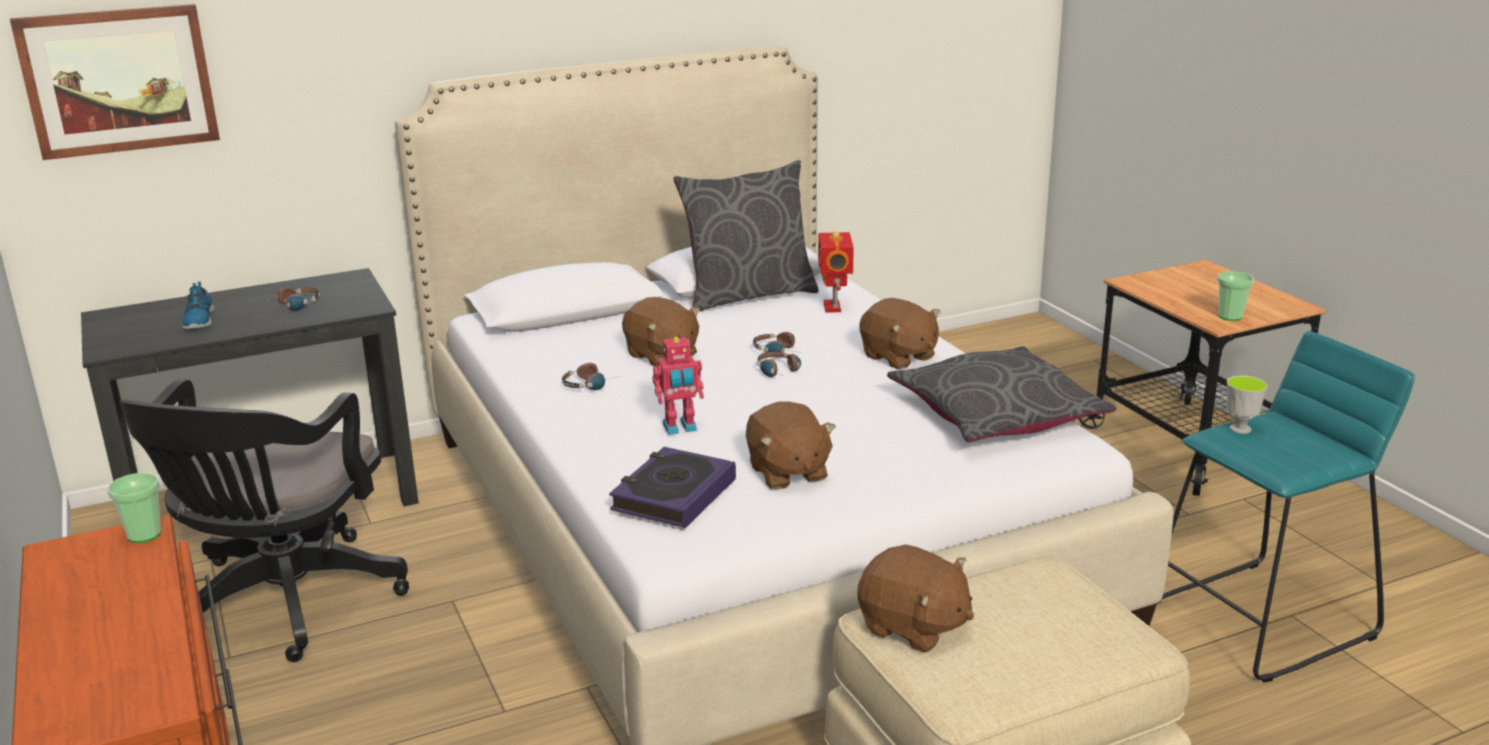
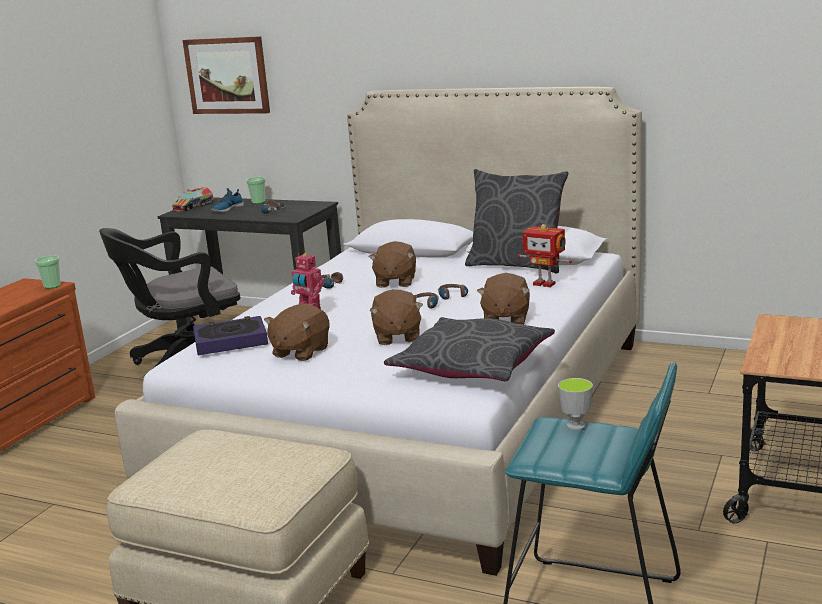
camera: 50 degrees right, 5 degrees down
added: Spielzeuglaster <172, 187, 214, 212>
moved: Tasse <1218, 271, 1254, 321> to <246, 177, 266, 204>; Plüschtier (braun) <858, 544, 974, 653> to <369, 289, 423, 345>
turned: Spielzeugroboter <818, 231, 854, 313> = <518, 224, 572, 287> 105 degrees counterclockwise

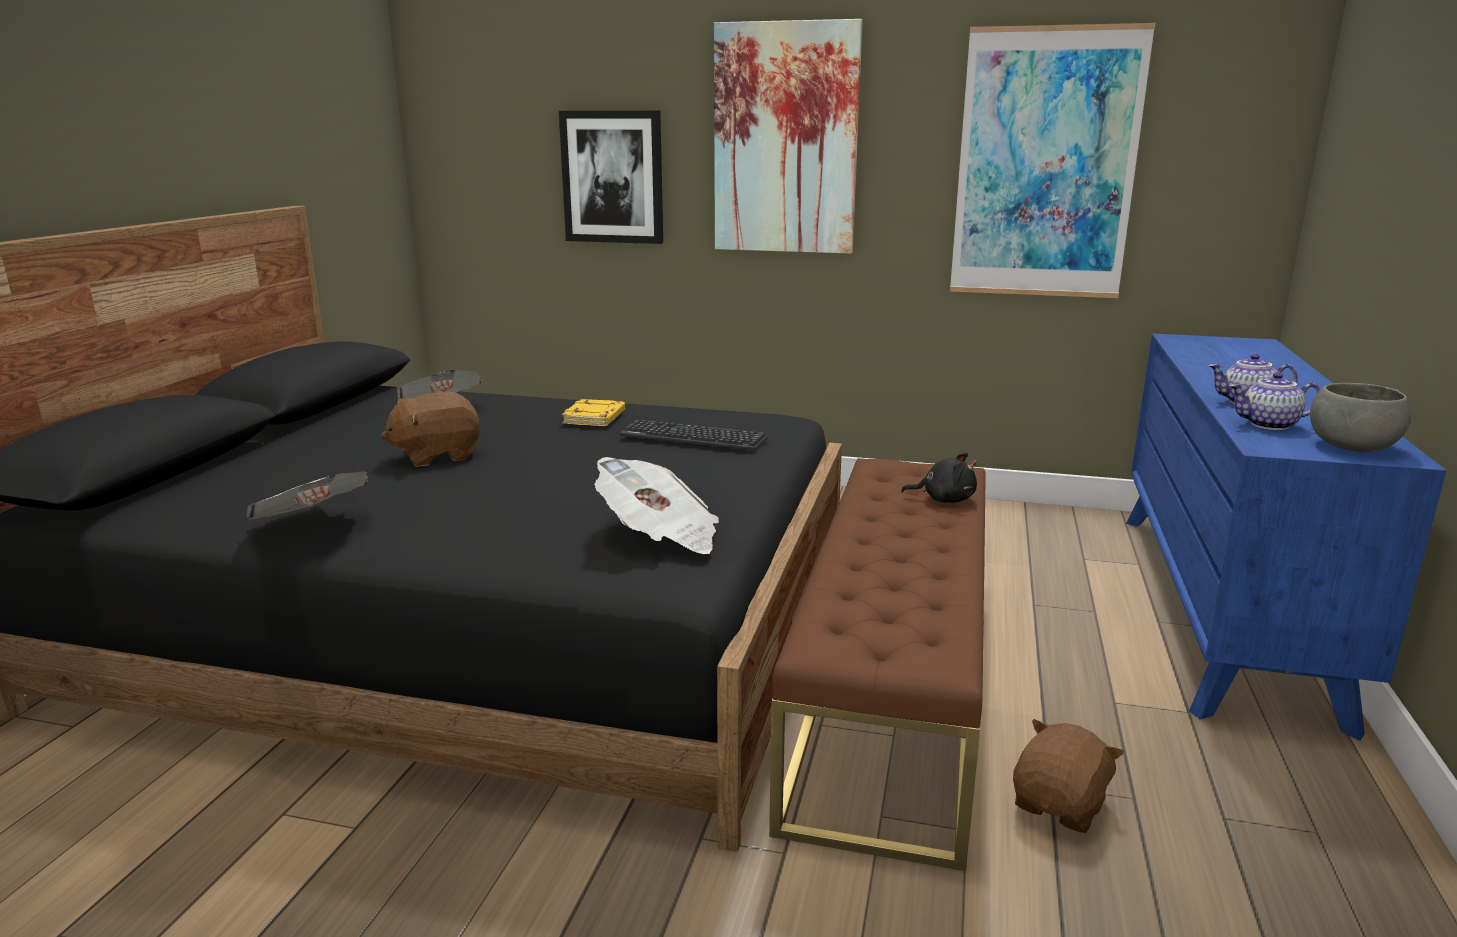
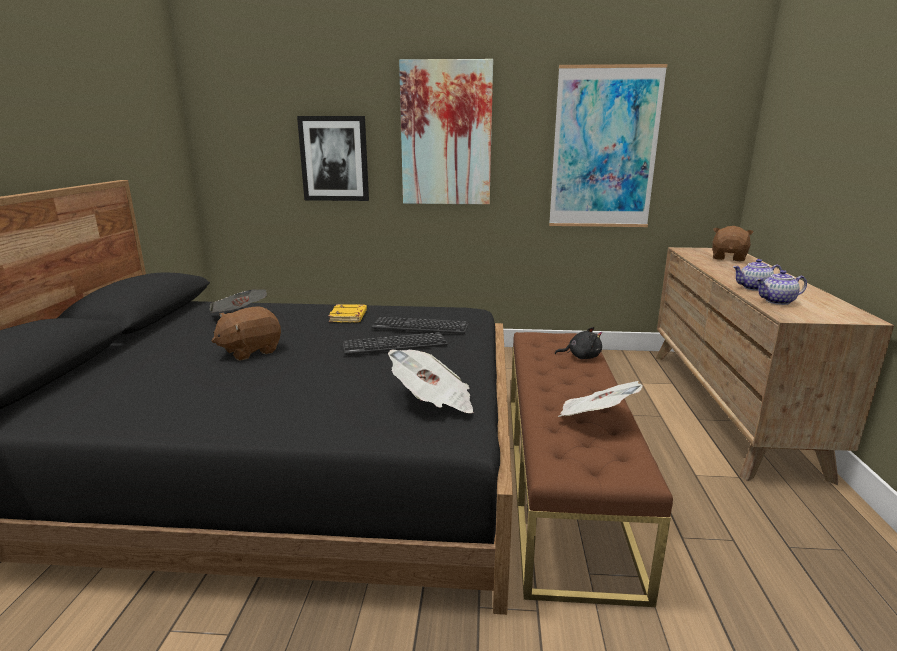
camera: 10 degrees left, 0 degrees up
removed: Schüssel (grau) <1310, 383, 1411, 452>
added: Tastatur <342, 332, 448, 355>
moved: Zeitung <246, 472, 369, 520> to <558, 381, 643, 417>; Plüschtier (braun) <1013, 719, 1124, 833> to <712, 226, 753, 261>
recoloured: Kommode (blau) <1126, 334, 1447, 741> to Kommode (braun) <655, 247, 894, 485>

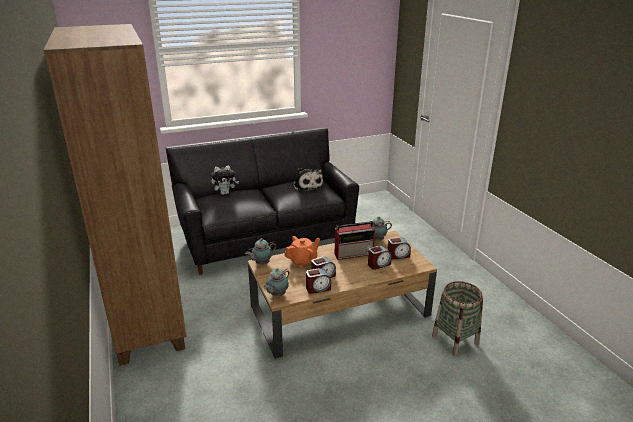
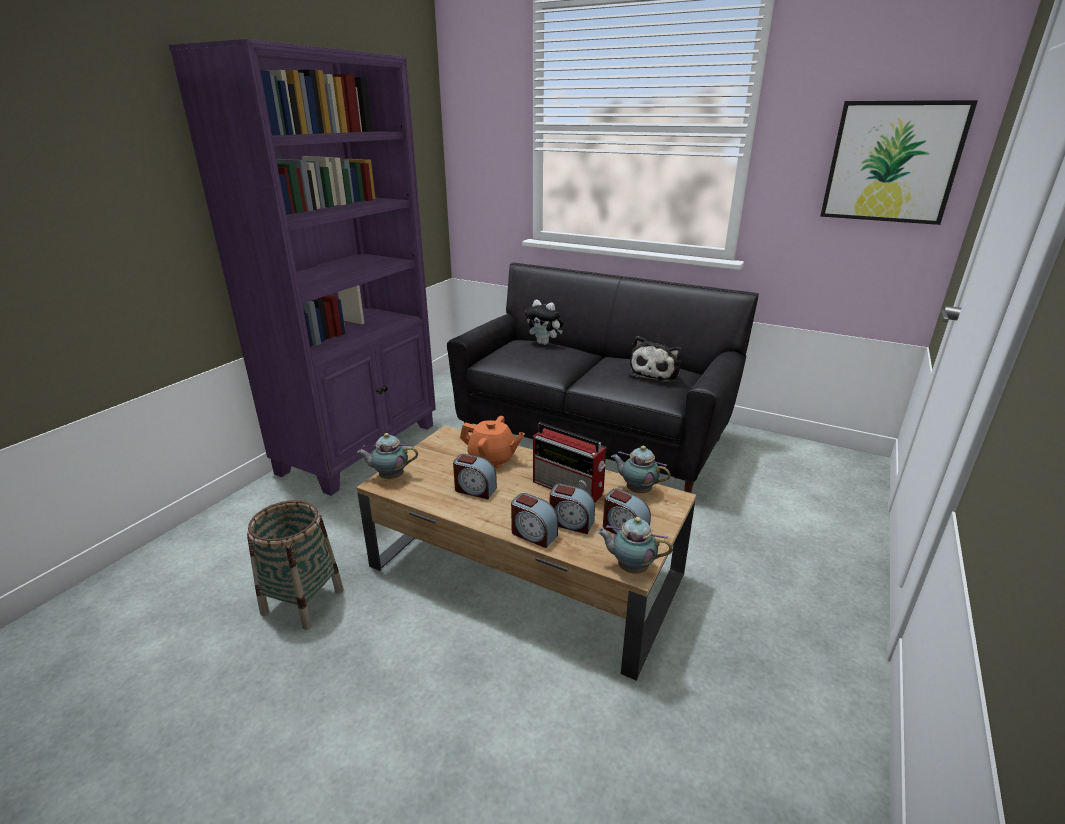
camera: 50 degrees right, 0 degrees up
added: Bild <820, 100, 978, 225>
moved: Teekanne <245, 238, 277, 265> to <597, 517, 673, 573>; Wecker <306, 268, 331, 294> to <511, 493, 558, 548>; Korb <432, 281, 483, 356> to <247, 500, 344, 630>
recoloured: Bücherregal (braun) <43, 24, 187, 366> to Bücherregal (lila) <169, 39, 436, 496>

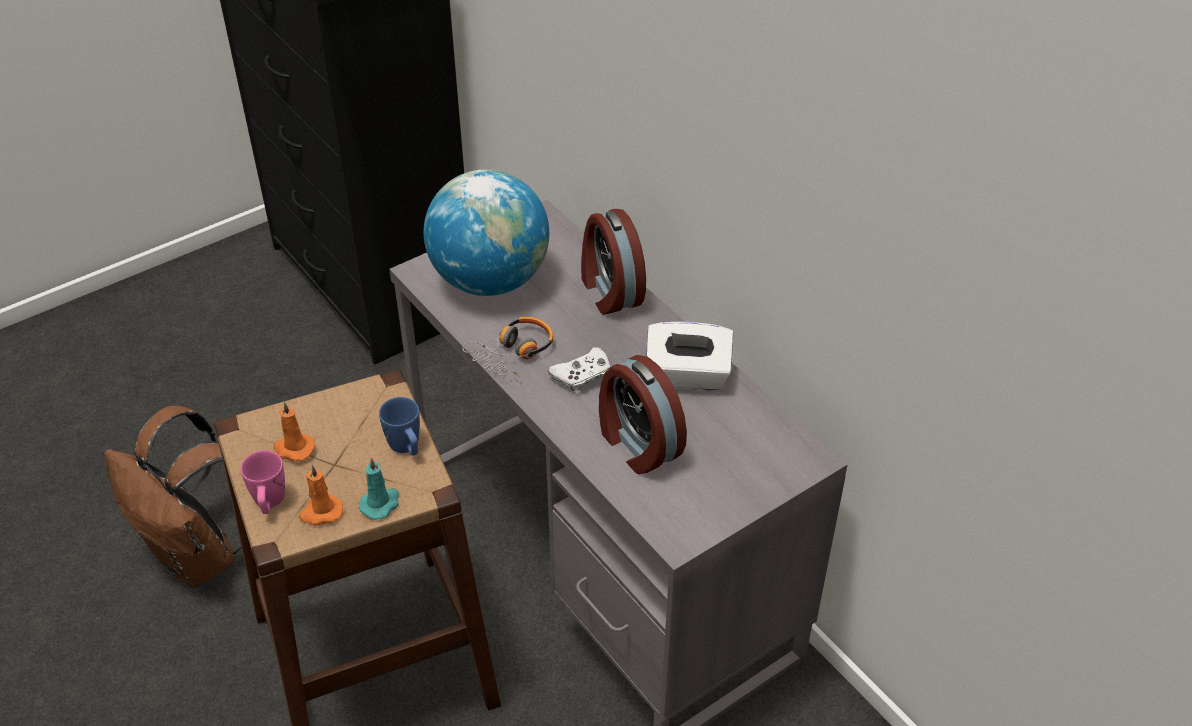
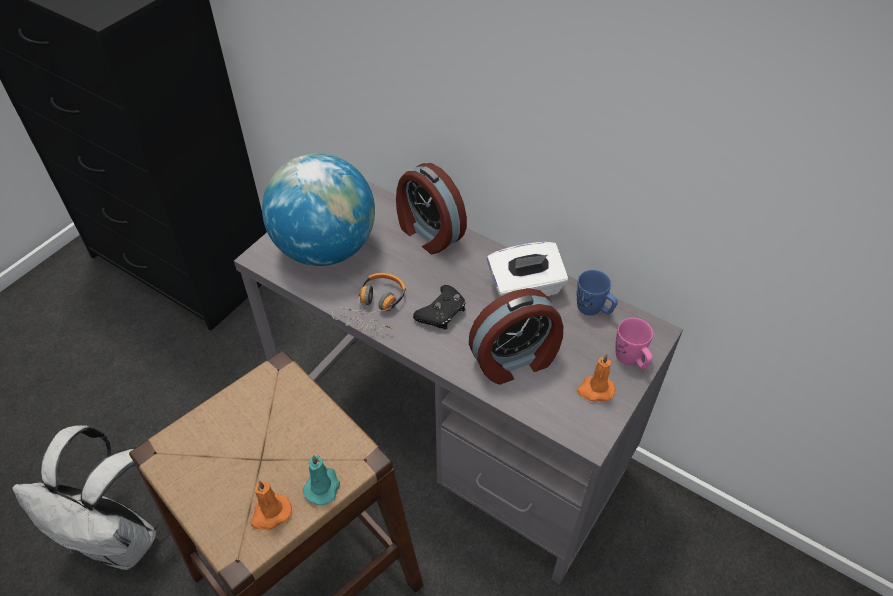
camera: 20 degrees left, 5 degrees up
moved: Henkelbecher (blau) <379, 397, 420, 456> to <577, 270, 618, 315>; Kerze (orange) <274, 402, 315, 462> to <577, 353, 615, 402>; Henkelbecher (rosa) <241, 450, 285, 514> to <616, 318, 653, 369>
recoloured: Gamepad (weiß) <548, 347, 610, 393> to Gamepad (schwarz) <413, 285, 466, 330>; Rucksack (braun) <105, 406, 241, 587> to Rucksack (weiß) <12, 425, 163, 570>
turned: Wecker <599, 355, 687, 474> = <469, 288, 563, 385> 60 degrees counterclockwise

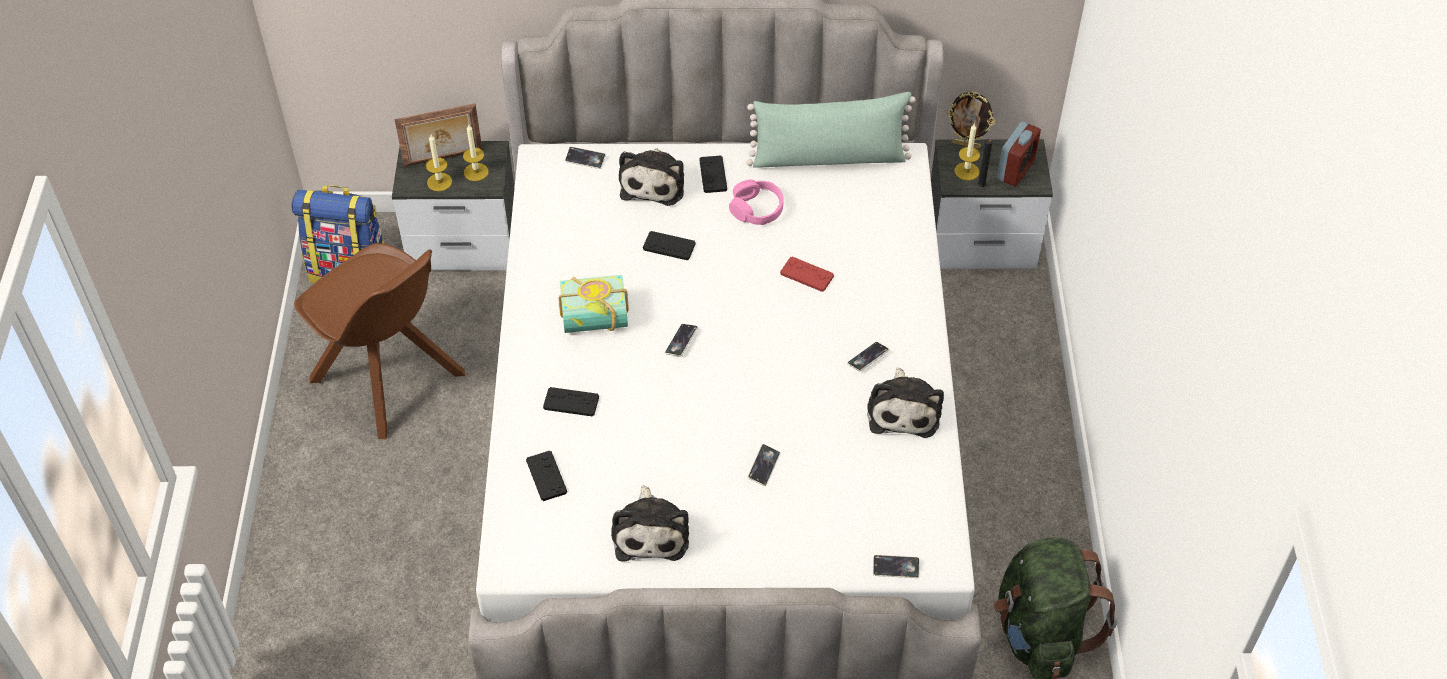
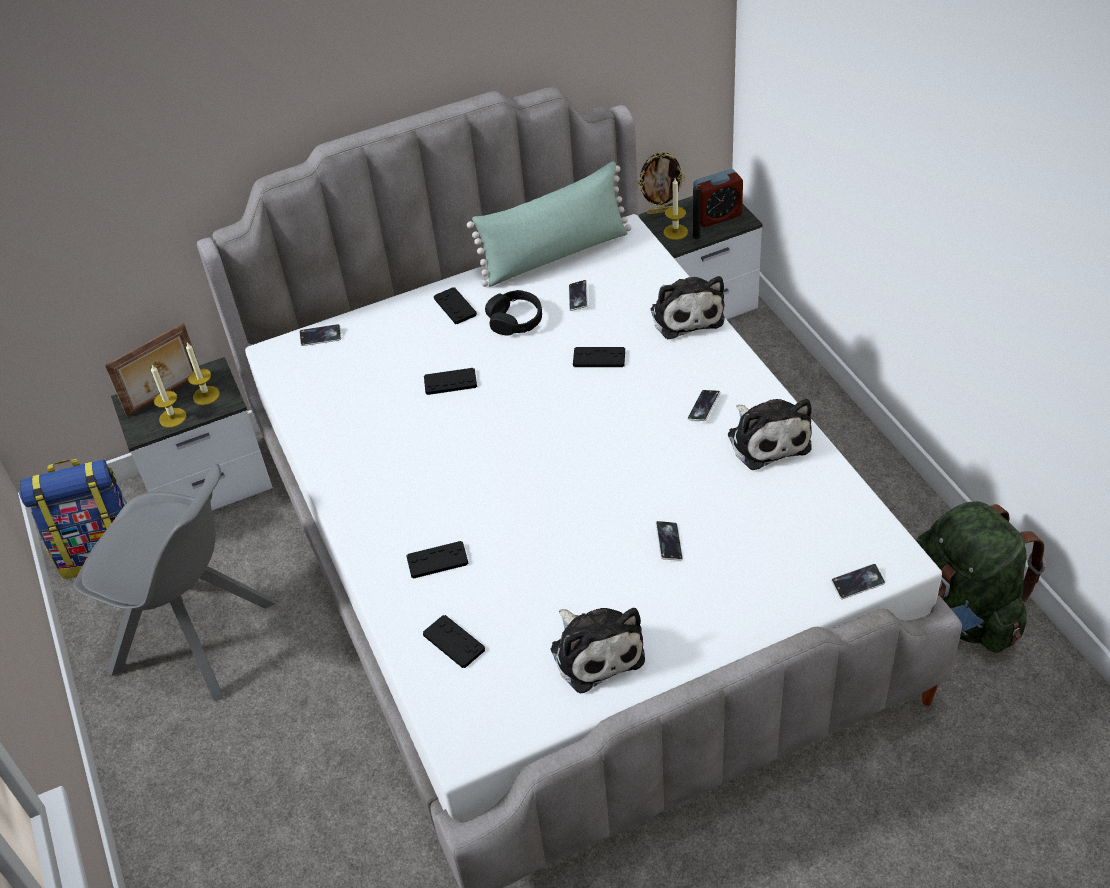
camera: 20 degrees left, 5 degrees down
removed: Buch <558, 275, 629, 333>
moved: Plüschtier <619, 148, 684, 206> to <650, 276, 725, 339>; Handy <665, 324, 698, 357> to <569, 280, 588, 311>
recoloured: Kopfhörer (rosa) <729, 180, 783, 225> to Kopfhörer (schwarz) <485, 290, 542, 336>; Stuhl (braun) <294, 243, 465, 439> to Stuhl (grau) <73, 464, 275, 701>; Gamepad (rot) <780, 257, 834, 292> to Gamepad (schwarz) <573, 347, 625, 367>
turned: Wecker <997, 122, 1041, 187> = <693, 169, 743, 227> 60 degrees clockwise

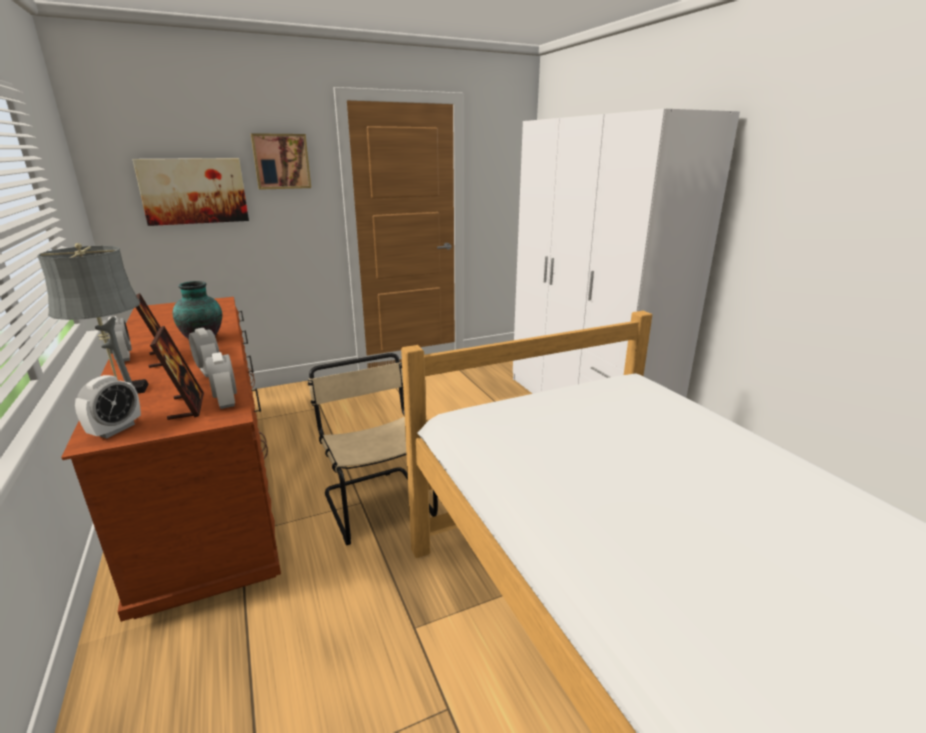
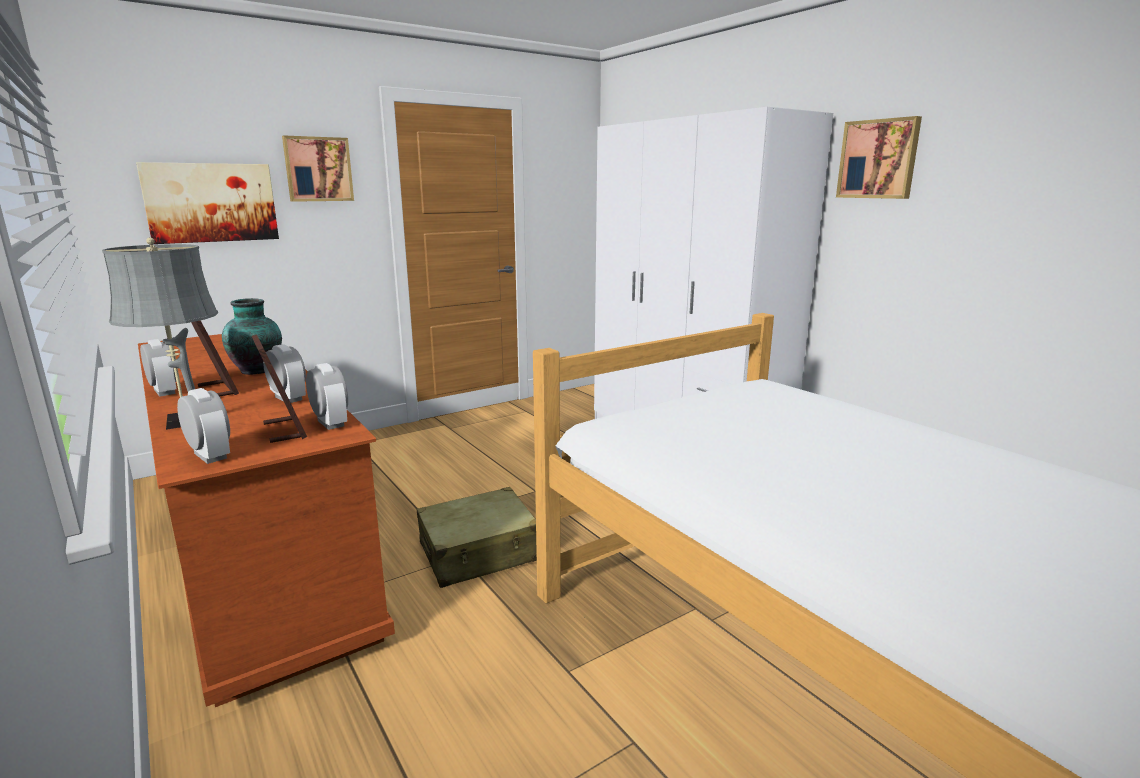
camera: 10 degrees left, 5 degrees down
added: Bild <836, 116, 922, 199>
replaced: Stuhl (beige) <308, 353, 438, 545> to Koffer (beige) <417, 487, 537, 588>
turned: Wecker <75, 375, 141, 438> = <177, 388, 230, 464> 60 degrees counterclockwise

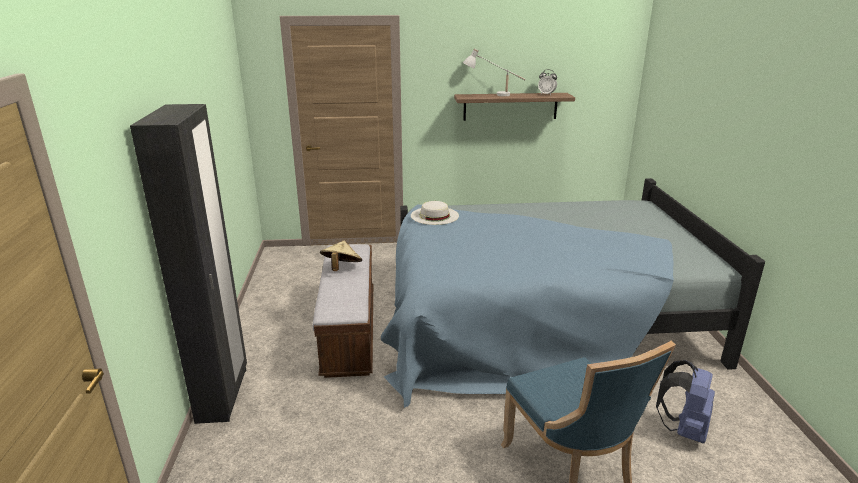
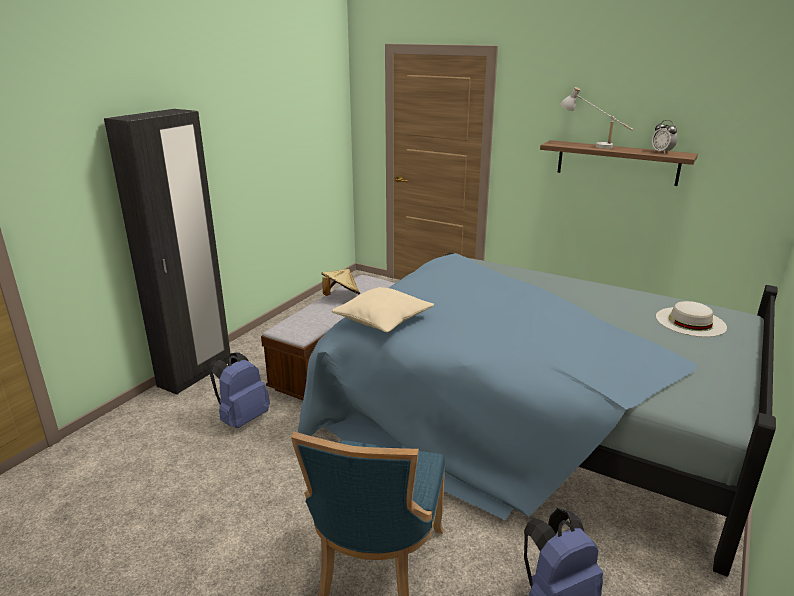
camera: 35 degrees right, 0 degrees up
added: Kissen (beige) <332, 287, 434, 332>; Rucksack (blau) <210, 353, 270, 428>
moved: Hut (weiß) <411, 201, 459, 225> to <656, 301, 727, 337>

